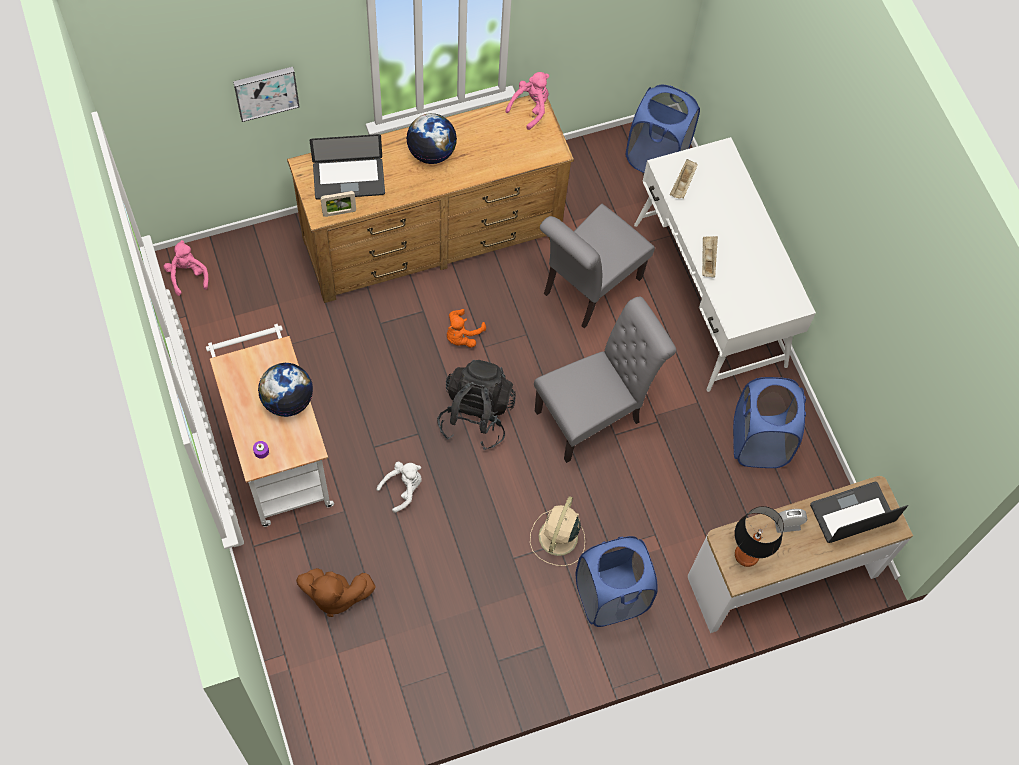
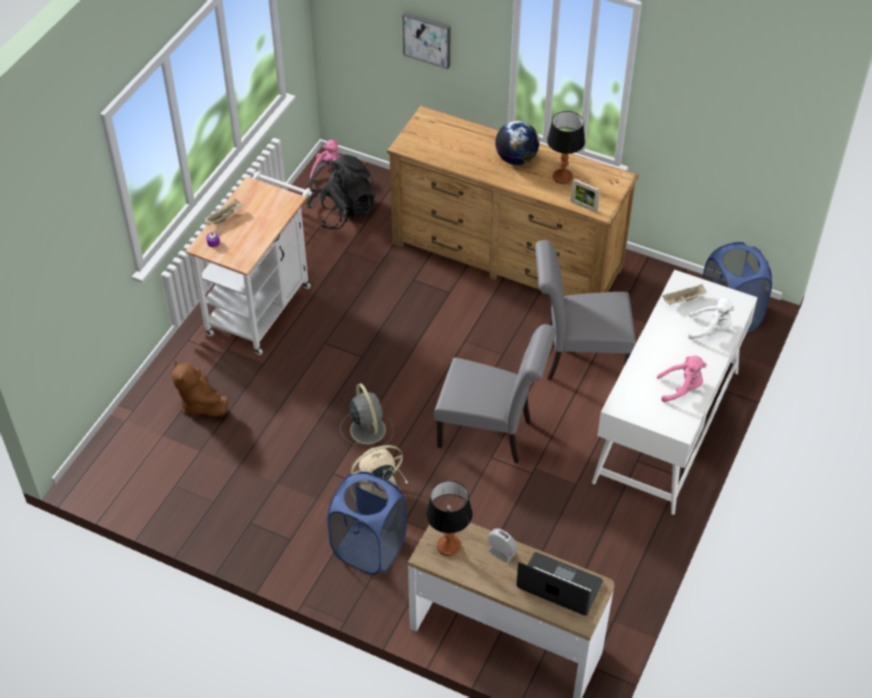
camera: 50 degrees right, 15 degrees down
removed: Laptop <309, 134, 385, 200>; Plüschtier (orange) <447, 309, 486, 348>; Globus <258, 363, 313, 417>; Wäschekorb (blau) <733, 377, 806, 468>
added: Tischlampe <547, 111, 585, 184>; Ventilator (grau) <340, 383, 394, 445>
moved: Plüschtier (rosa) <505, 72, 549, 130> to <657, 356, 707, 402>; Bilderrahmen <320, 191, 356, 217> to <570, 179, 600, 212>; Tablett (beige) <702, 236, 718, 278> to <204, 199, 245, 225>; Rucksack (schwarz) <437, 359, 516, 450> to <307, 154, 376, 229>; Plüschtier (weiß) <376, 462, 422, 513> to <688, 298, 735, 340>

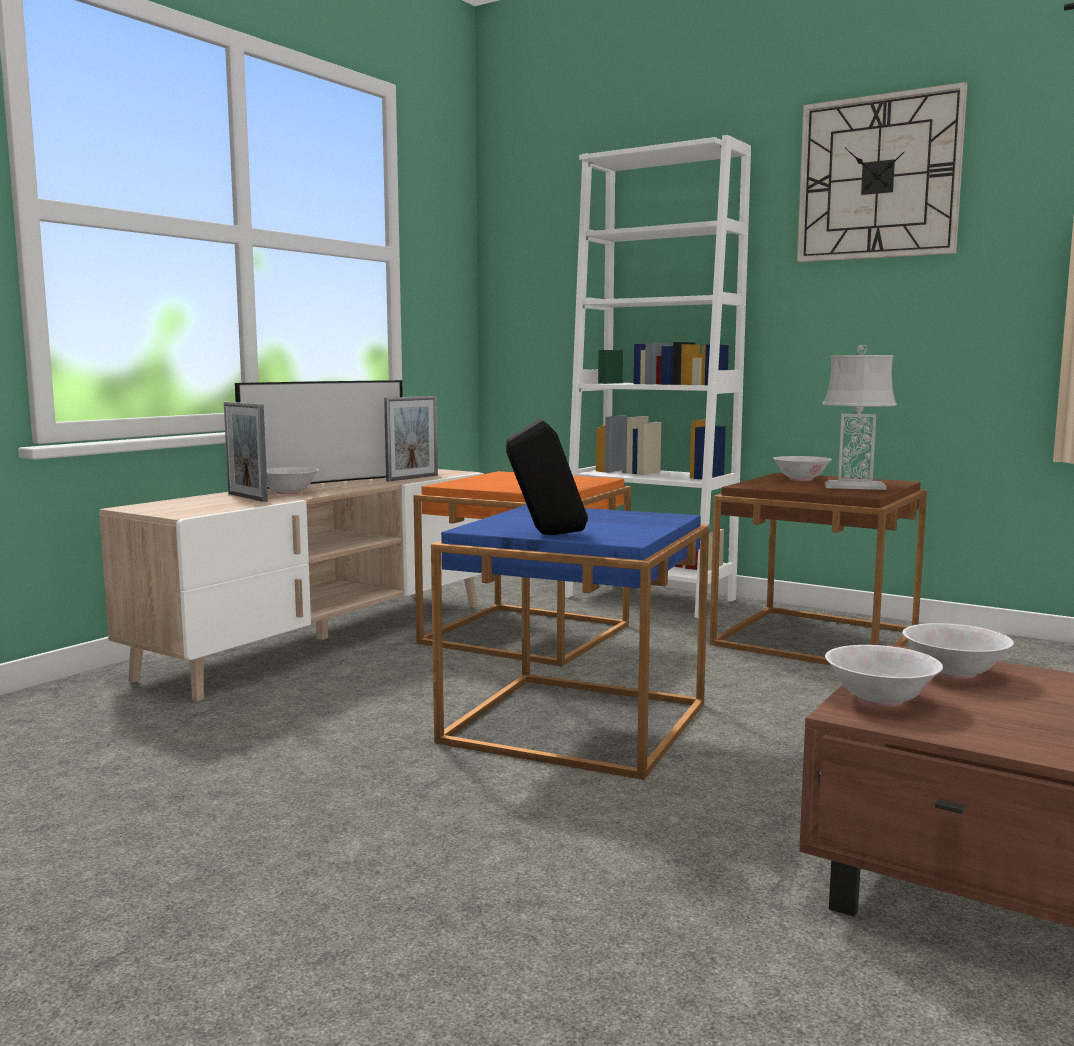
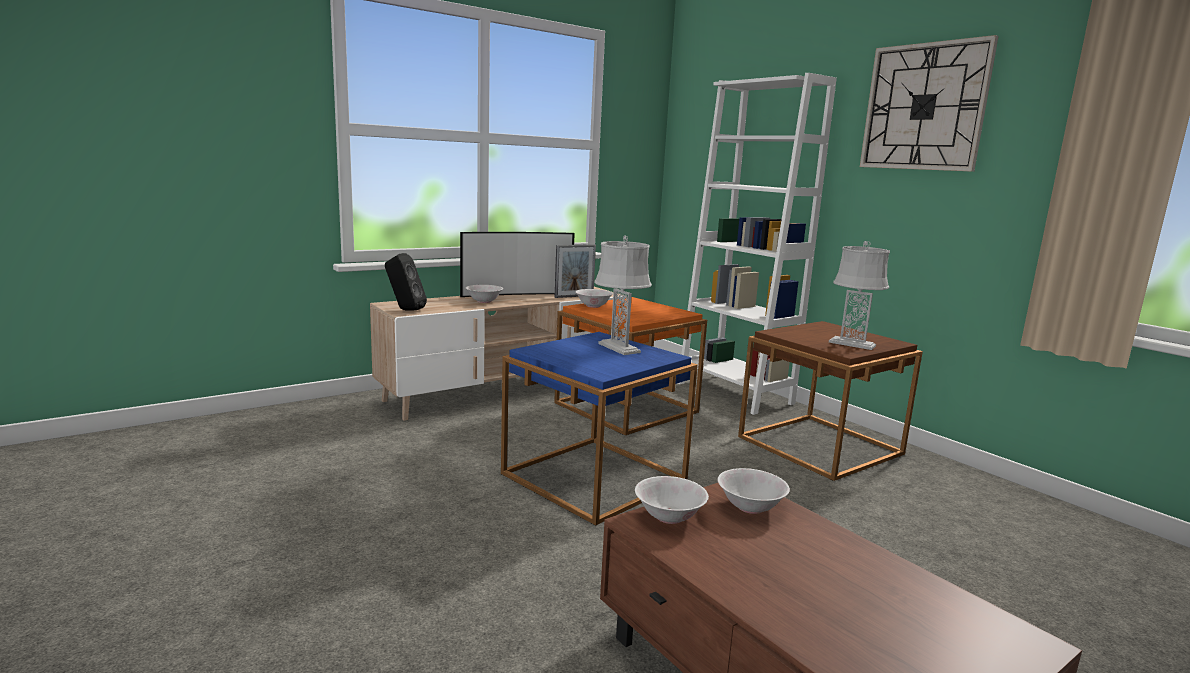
camera: 20 degrees right, 5 degrees up
removed: Bilderrahmen <224, 402, 268, 502>
added: Tischlampe (grau) <594, 235, 652, 355>
moved: Lautsprecher (schwarz) <506, 419, 588, 535> to <385, 253, 427, 311>; Schüssel (weiß) <773, 456, 832, 481> to <575, 289, 613, 308>

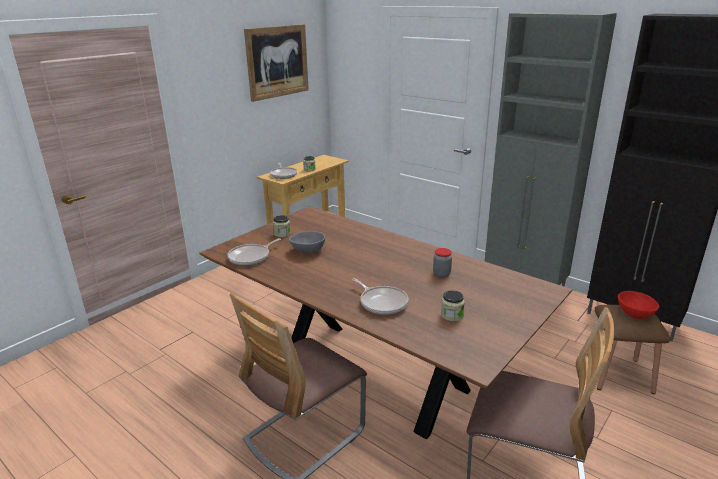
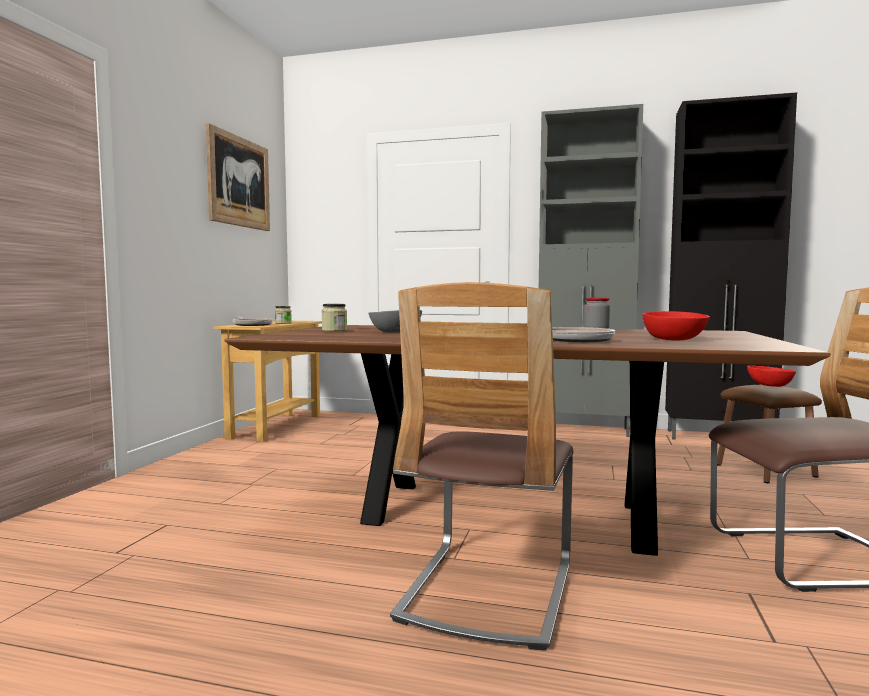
camera: 25 degrees left, 20 degrees down
removed: Pfanne <227, 238, 281, 266>
replaced: Vorratsglas <441, 290, 465, 322> to Schüssel (rot) <643, 311, 710, 340>

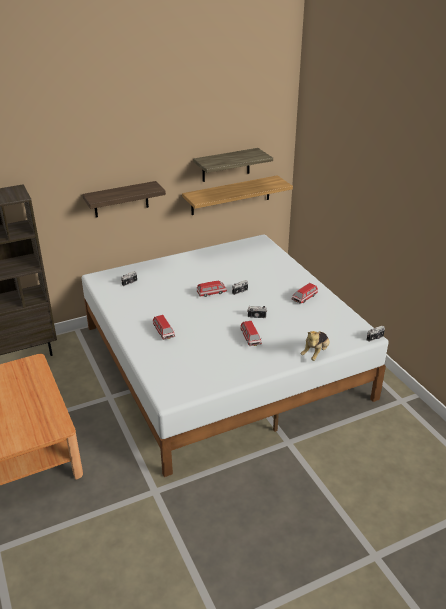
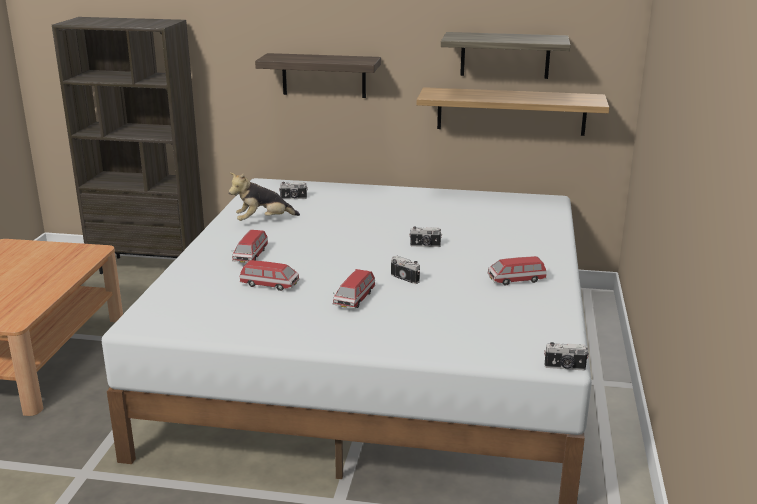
camera: 35 degrees right, 10 degrees down
moved: Spielzeugauto <197, 281, 227, 297> to <240, 260, 300, 291>; Plüschtier <301, 331, 330, 361> to <229, 173, 300, 221>

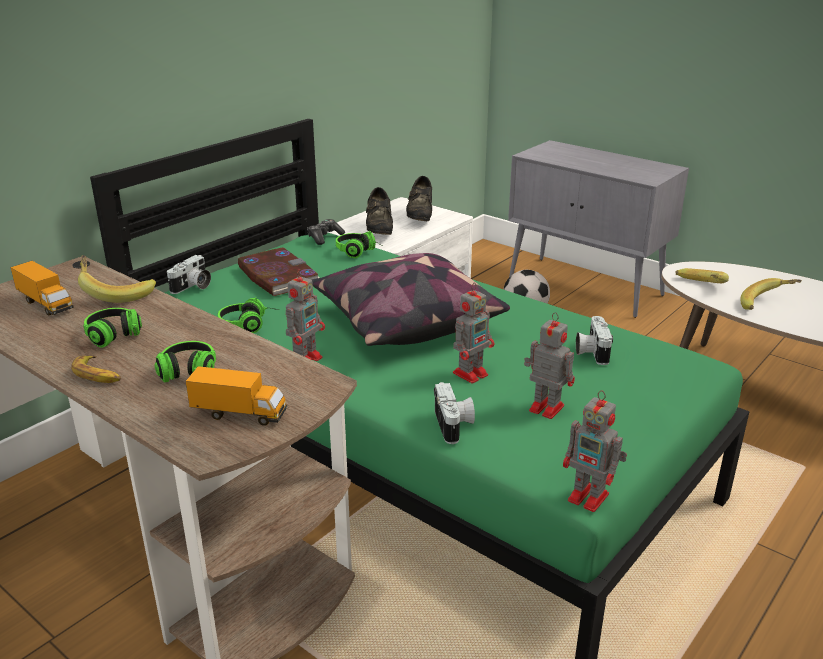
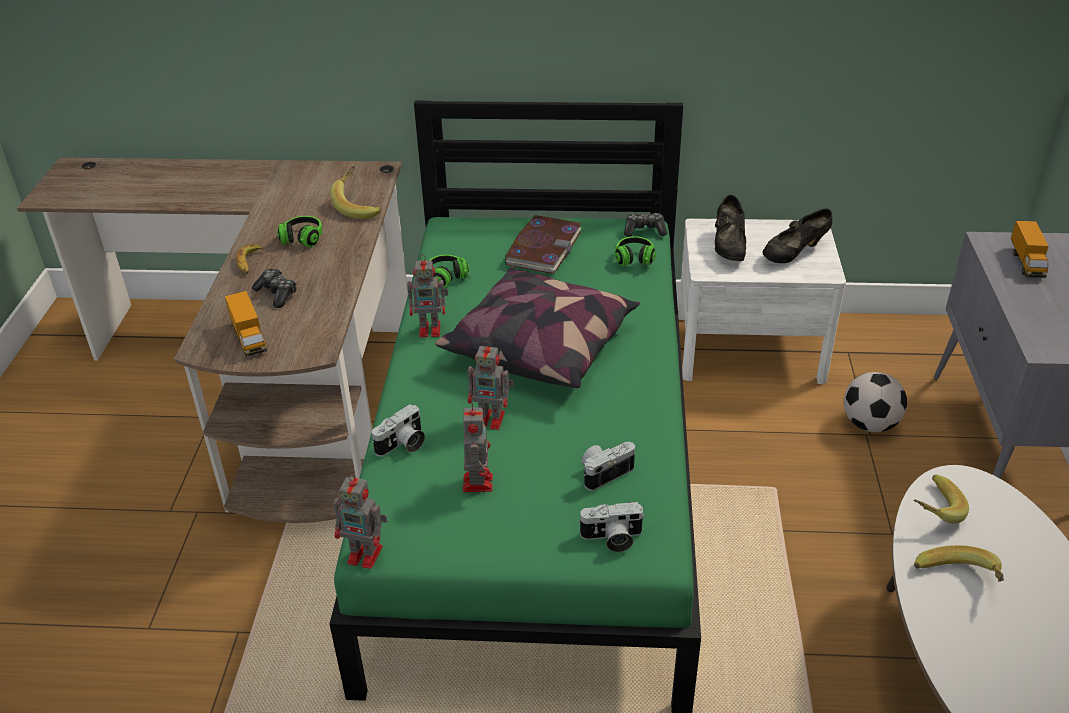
camera: 55 degrees right, 10 degrees up
moved: Kamera <167, 255, 211, 294> to <578, 502, 645, 552>; Spielzeuglaster <10, 261, 74, 316> to <1011, 221, 1049, 278>
replaced: Kopfhörer <155, 341, 216, 383> to Gamepad <252, 269, 297, 308>
turned: Schuh (schwarz) <366, 187, 393, 235> = <715, 195, 746, 261> 45 degrees counterclockwise; Spielzeugroboter <563, 390, 627, 512> = <334, 474, 387, 569> 75 degrees counterclockwise

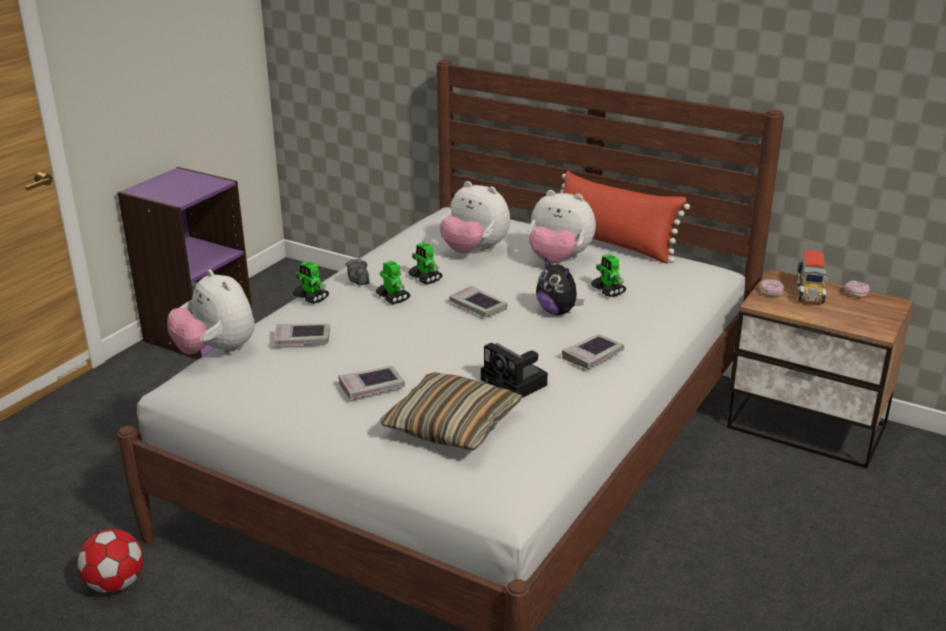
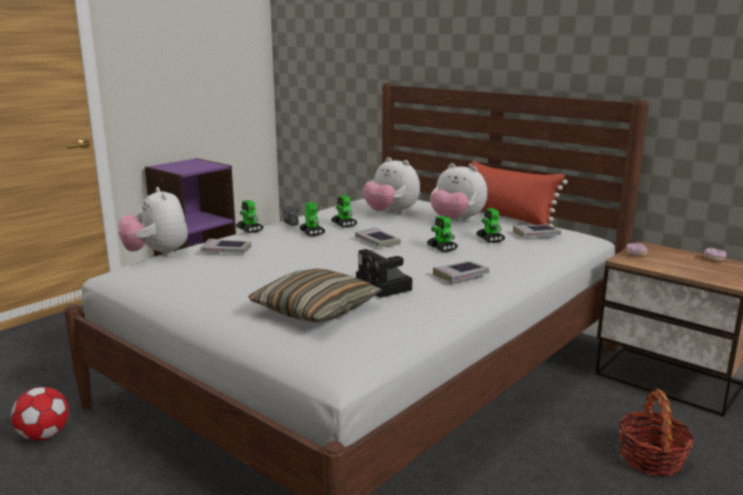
camera: 10 degrees right, 10 degrees down
removed: Spielzeuglaster <796, 250, 827, 304>
added: Korb <618, 389, 695, 476>
moved: Buch <338, 366, 405, 399> to <513, 225, 561, 237>
replaced: Plüschtier <536, 258, 584, 315> to Spielzeugroboter <427, 216, 458, 252>

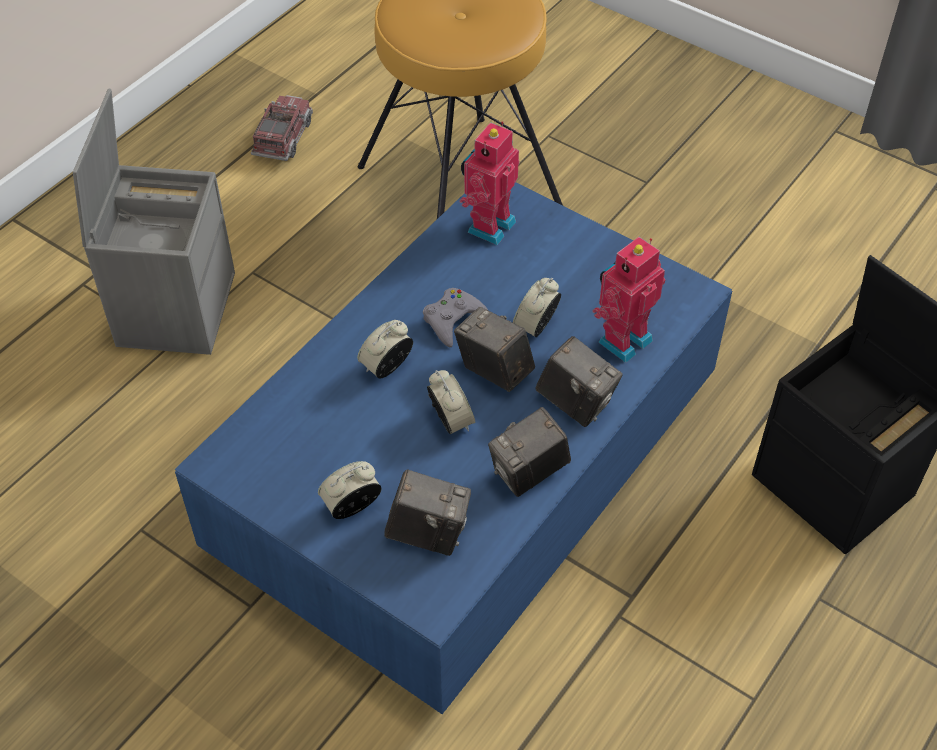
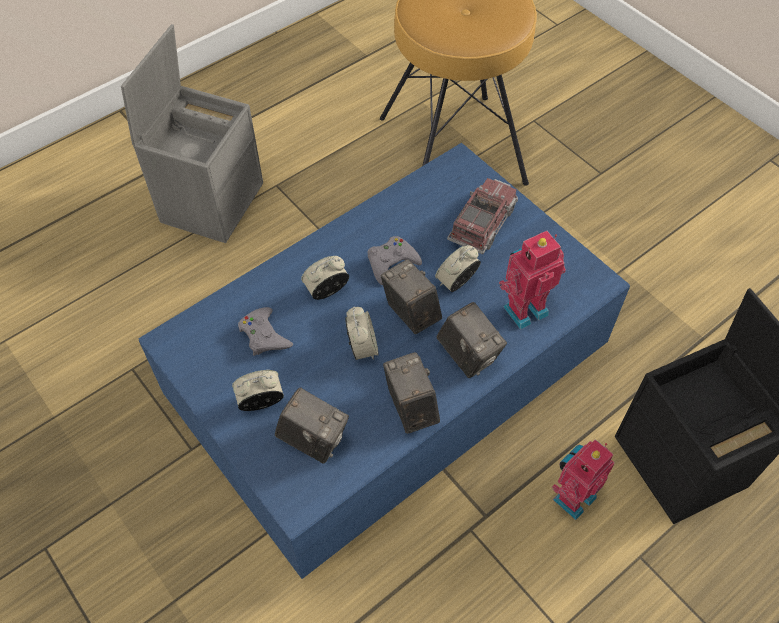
camera: 15 degrees right, 5 degrees up
added: Gamepad (grau) <238, 307, 293, 356>
moved: Spielzeuglaster <251, 95, 313, 161> to <447, 178, 518, 254>; Spielzeugroboter <460, 121, 519, 245> to <552, 439, 615, 520>
turned: Kamera <488, 407, 571, 497> = <383, 352, 440, 434> 90 degrees clockwise

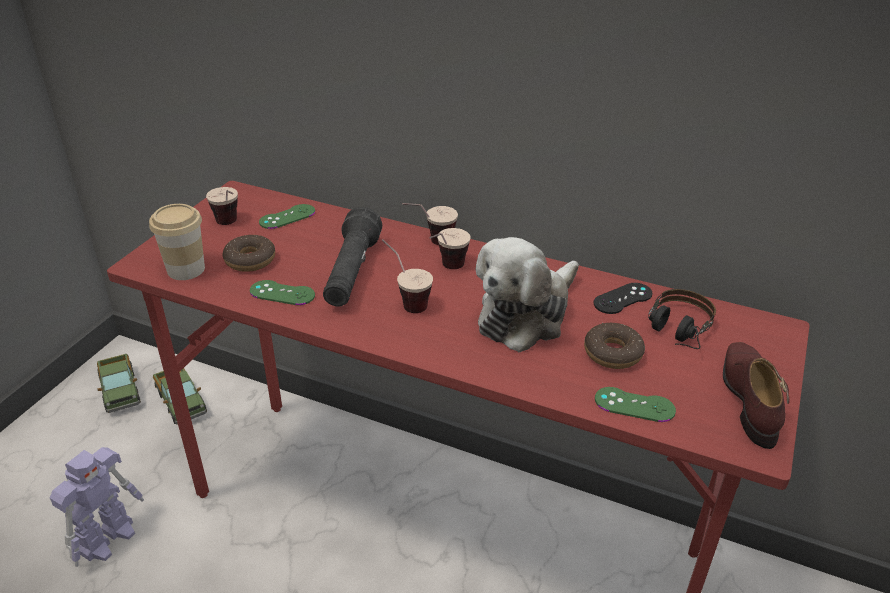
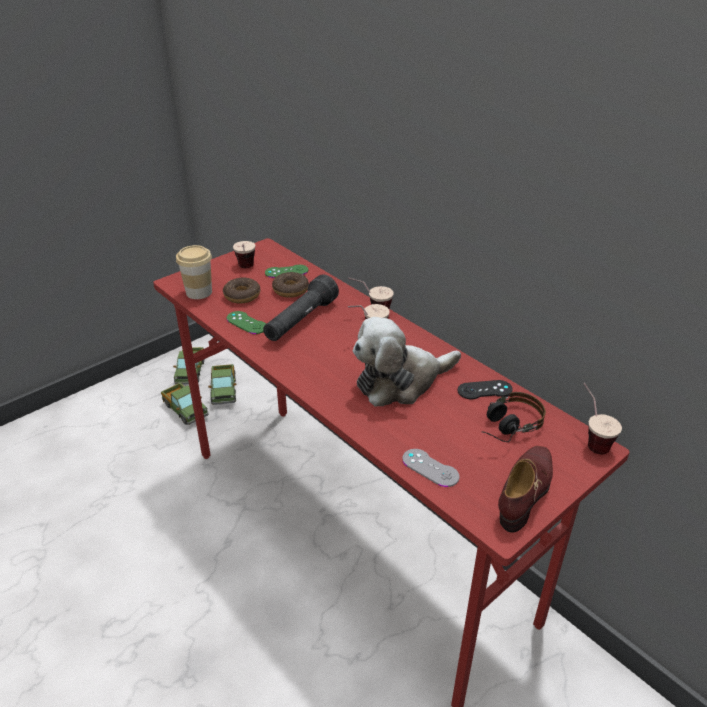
camera: 25 degrees right, 0 degrees up
removed: Spielzeugroboter <50, 447, 144, 567>
added: Spielzeuglaster <161, 383, 208, 425>
moved: Tasse <382, 239, 433, 313> to <583, 383, 622, 454>; Donut <584, 323, 645, 369> to <272, 272, 309, 298>
recoloured: Gamepad (grün) <595, 387, 676, 422> to Gamepad (grau) <402, 449, 460, 487>

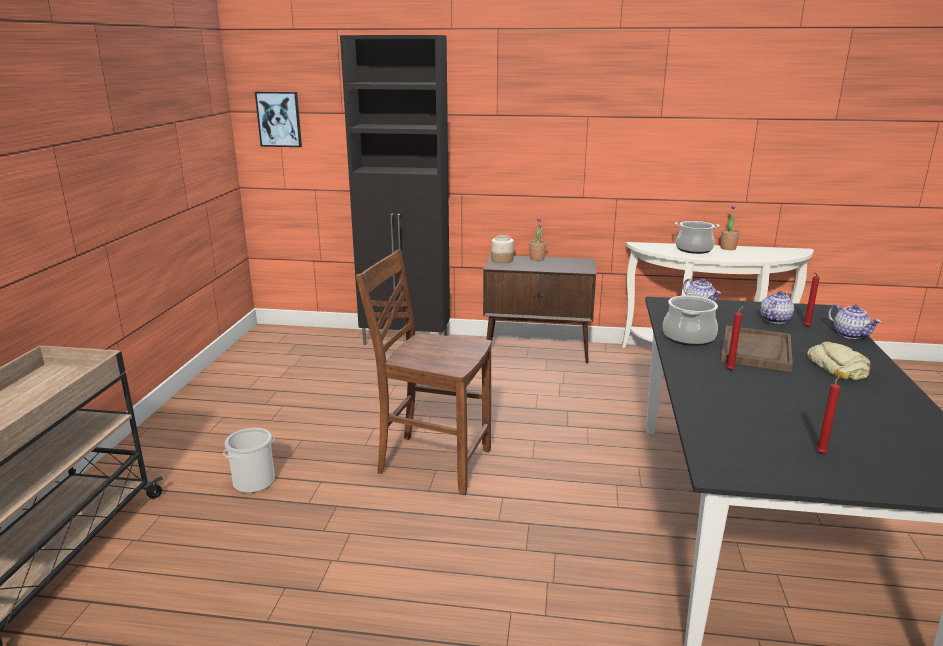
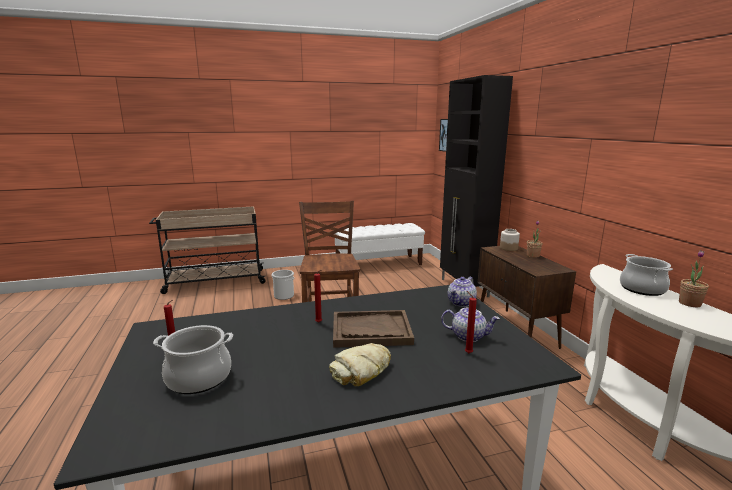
camera: 65 degrees right, 5 degrees down
removed: Teekanne <828, 304, 881, 339>
added: Bank (weiß) <335, 223, 425, 265>
moved: Kochtopf <663, 293, 718, 346> to <153, 325, 233, 394>

